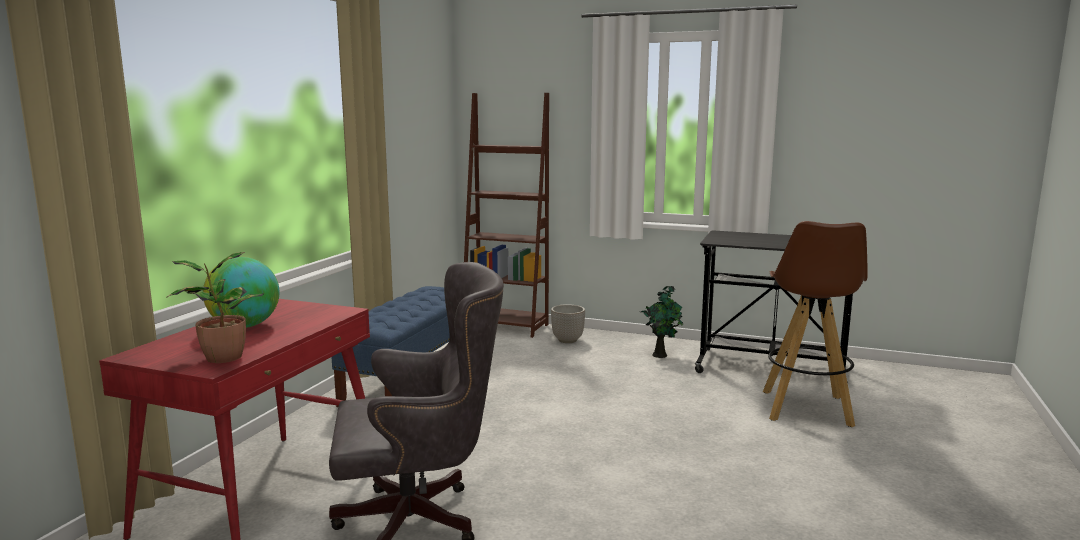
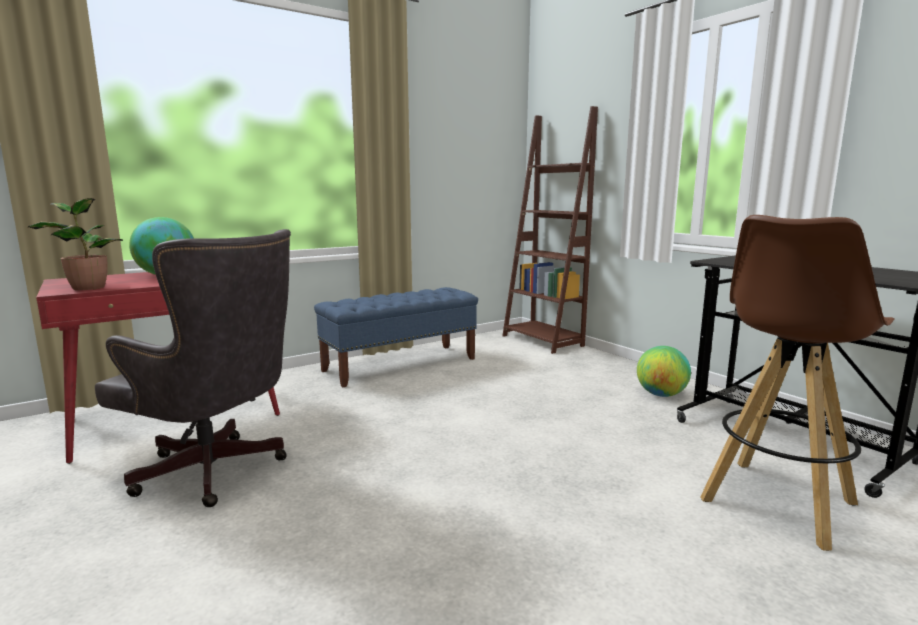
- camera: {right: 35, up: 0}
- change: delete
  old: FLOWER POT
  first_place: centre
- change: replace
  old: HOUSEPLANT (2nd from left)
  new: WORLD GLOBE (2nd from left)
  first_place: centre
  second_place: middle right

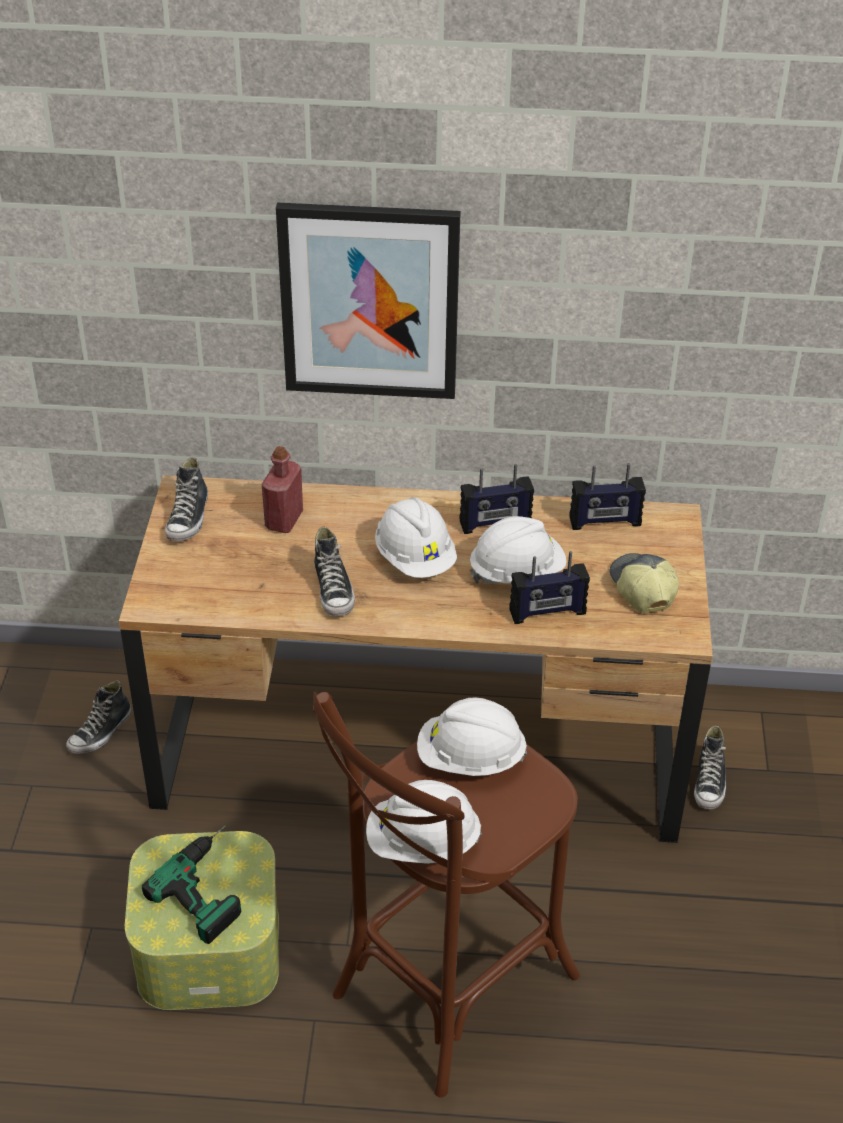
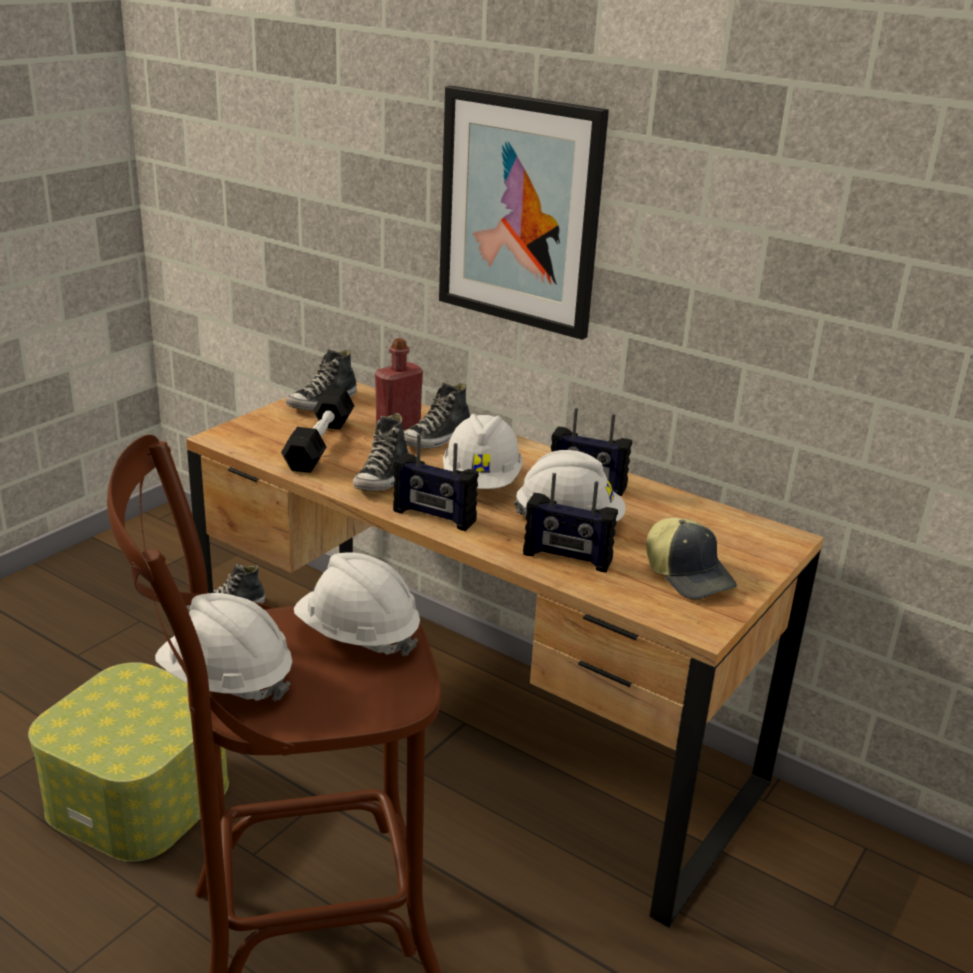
- camera: {right: 30, up: -15}
- change: delete
  old: POWER DRILL
  first_place: bottom left
- change: insert
  new: BLACKISH DUMBBELL
  second_place: middle left
- change: move
  old: RADIO RECEIVER (3rd from left in the first image)
  new: RADIO RECEIVER (1st from left)
  first_place: middle right
  second_place: centre
- change: move
  old: LOW SHOE (4th from left)
  first_place: bottom right
  second_place: centre
- change: rotate
  old: CAP
  first_place: middle right
  second_place: middle right
  degrees: 135

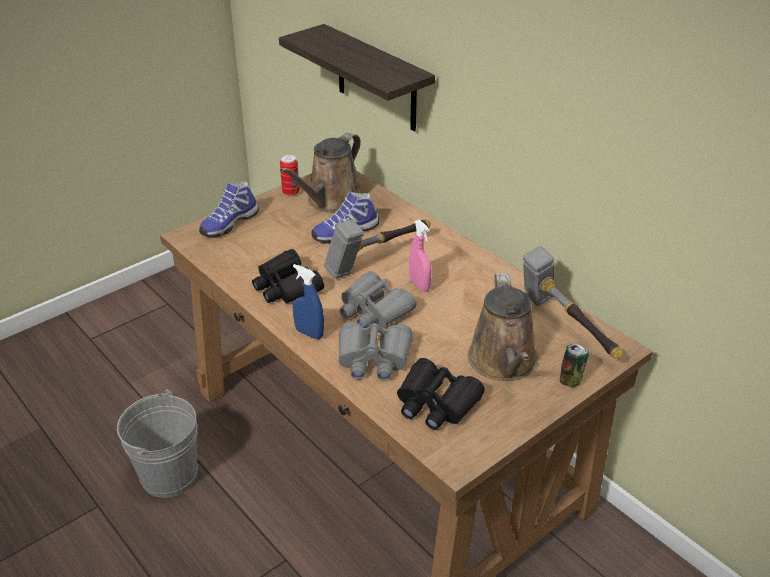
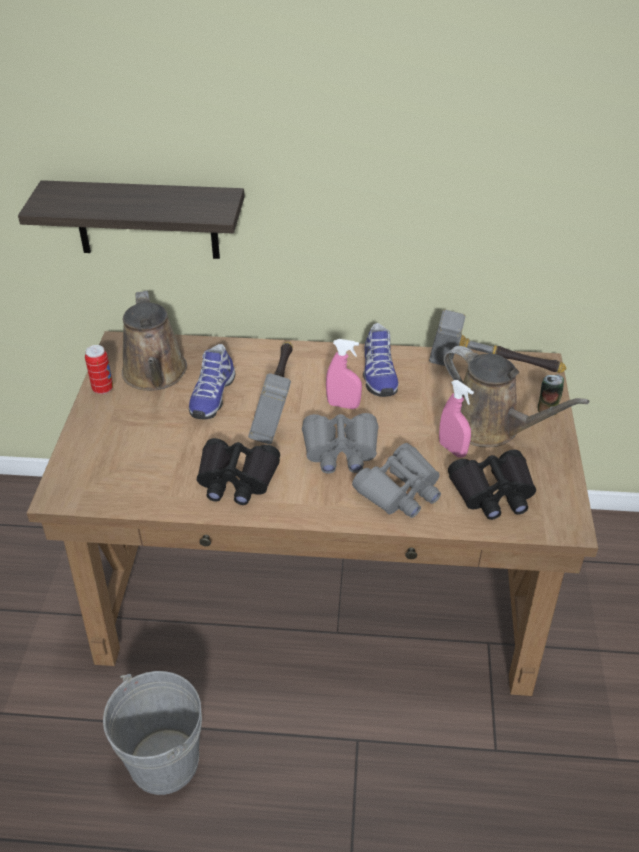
- camera: {right: -45, up: 5}
- change: delete
  old: BLUISH SPRAY BOTTLE
  first_place: centre
- change: insert
  new: PINKISH SPRAY BOTTLE (2nd from left)
  second_place: middle right
- change: move
  old: LOW SHOE (1st from left in the first image)
  new: LOW SHOE (2nd from left)
  first_place: middle left
  second_place: centre

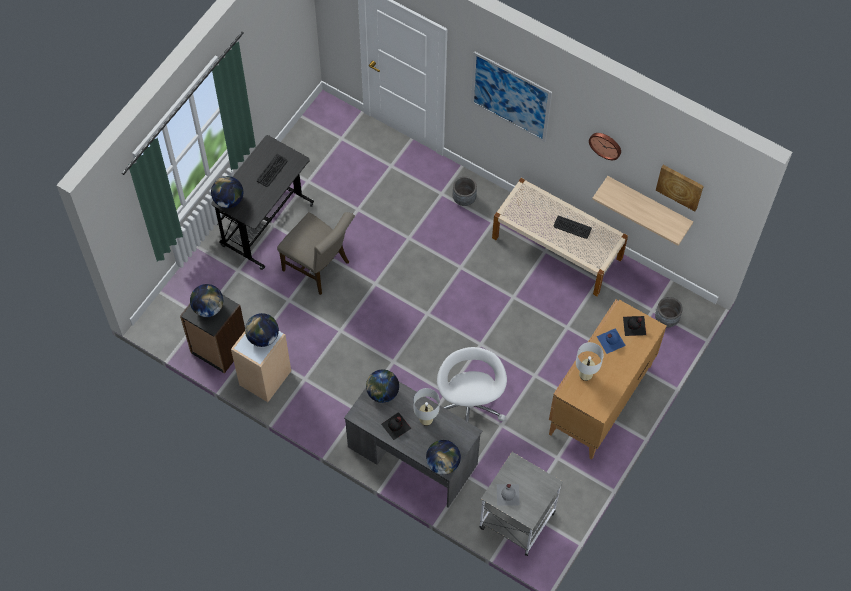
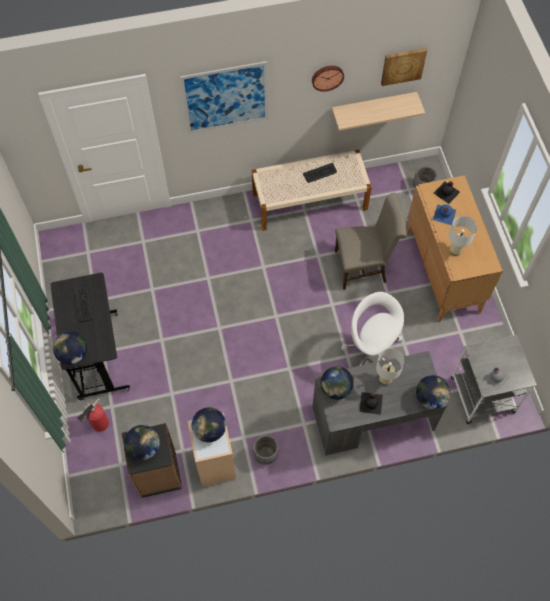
- camera: {right: -45, up: 0}
- change: insert
  new: FIRE EXTINGUISHER
  second_place: bottom left
- change: move
  old: BEIGE PLAIN CHAIR
  first_place: centre
  second_place: middle right
- change: move
  old: GREYISH FLOWER POT (1st from left)
  first_place: top centre
  second_place: bottom centre

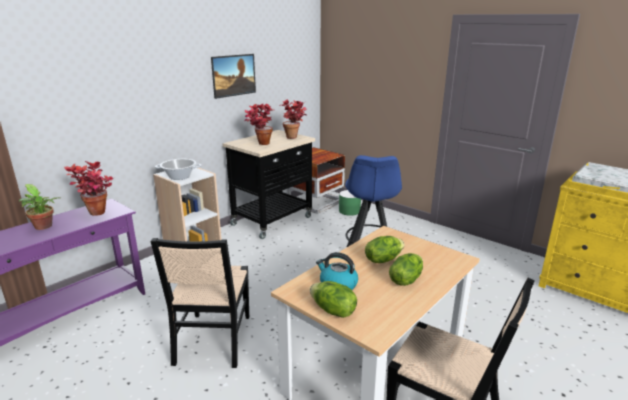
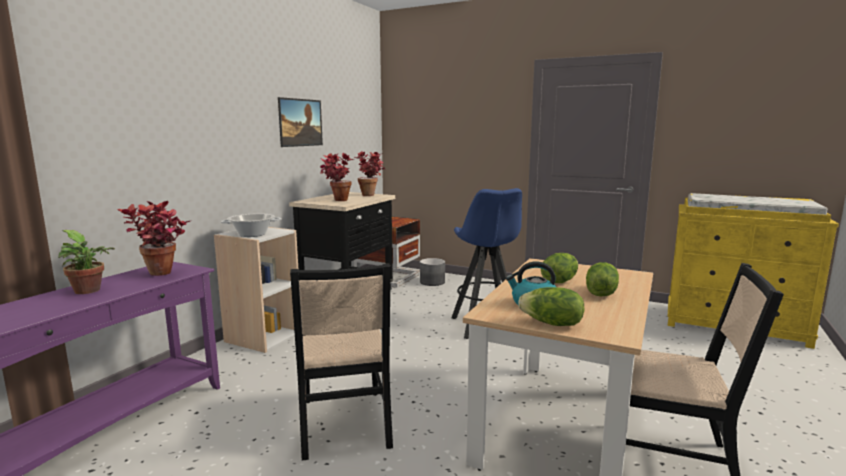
- camera: {right: -15, up: -10}
- change: recolor
  old: GREEN-COLOURED FLOWER POT
  new: GREYISH FLOWER POT
  first_place: centre
  second_place: centre

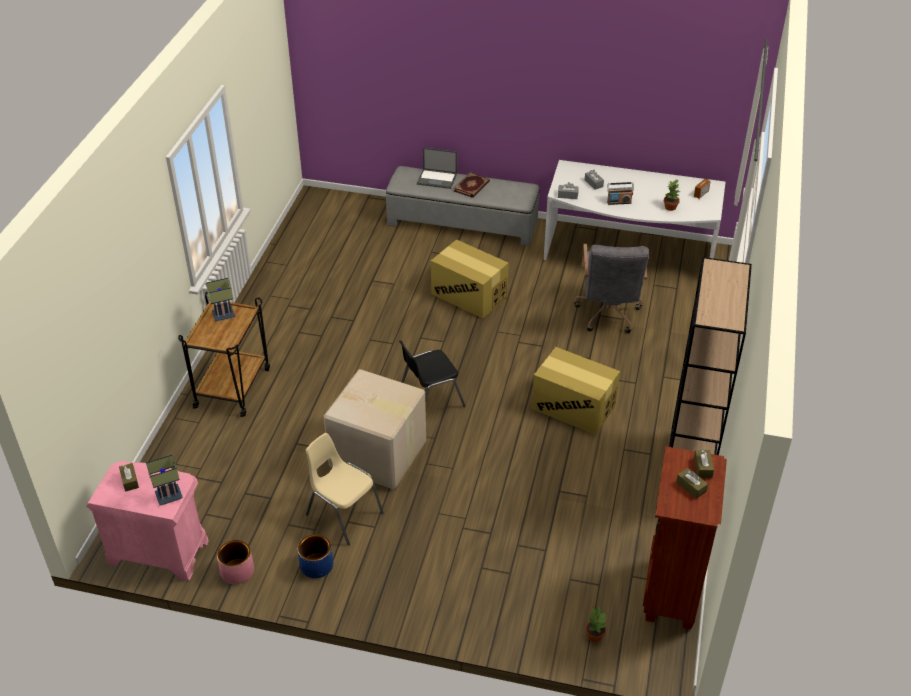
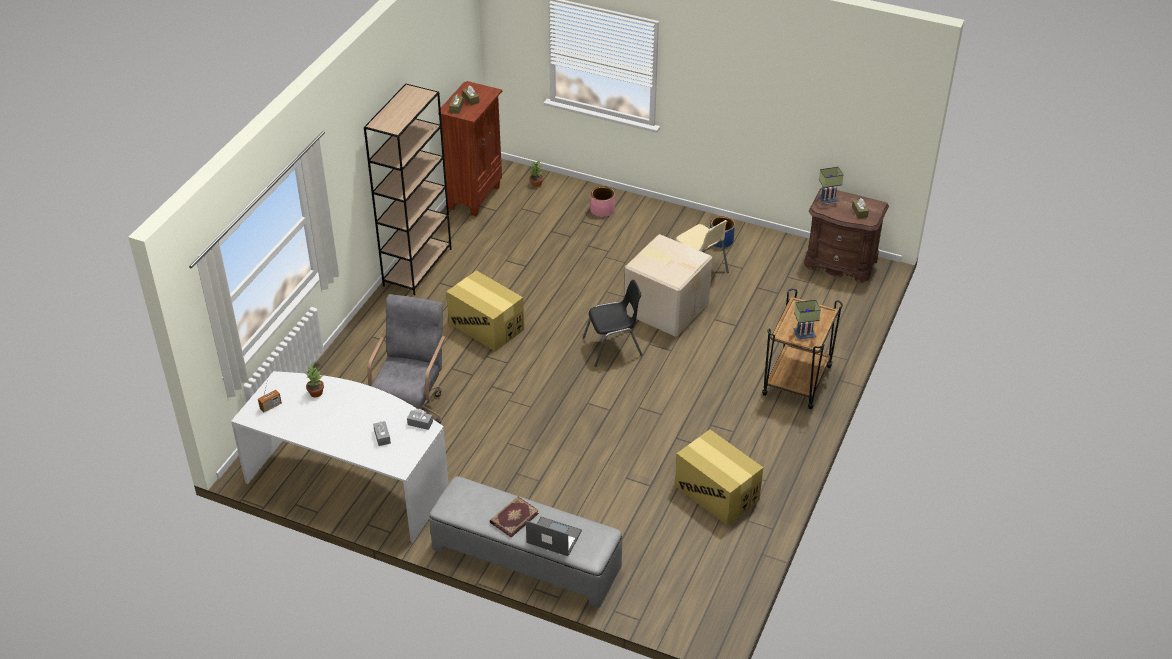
- camera: {right: -170, up: 0}
- change: delete
  old: RADIO RECEIVER (1st from left)
  first_place: top right
- change: move
  old: PINKISH FLOWER POT
  first_place: bottom left
  second_place: top centre
- change: move
  old: PACKING BOX (2nd from left in the first image)
  new: PACKING BOX (3rd from left)
  first_place: centre
  second_place: bottom centre
- change: recolor
  old: PINKISH NIGHTSTAND
  new: BROWNISH NIGHTSTAND
  first_place: bottom left
  second_place: middle right

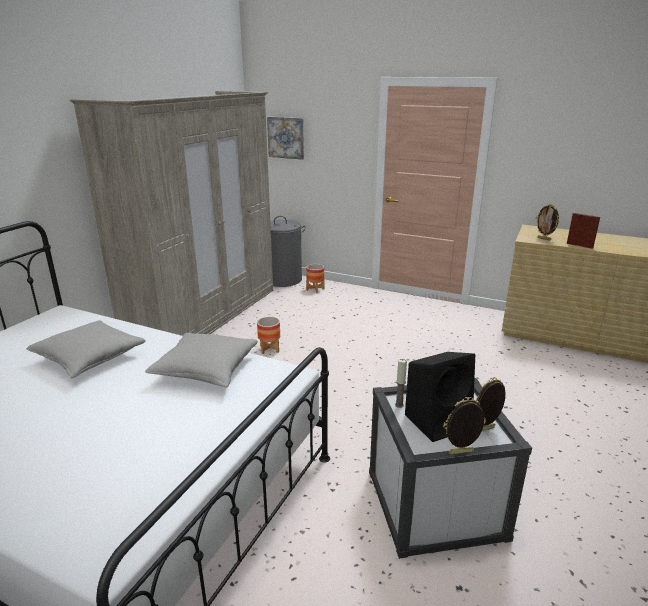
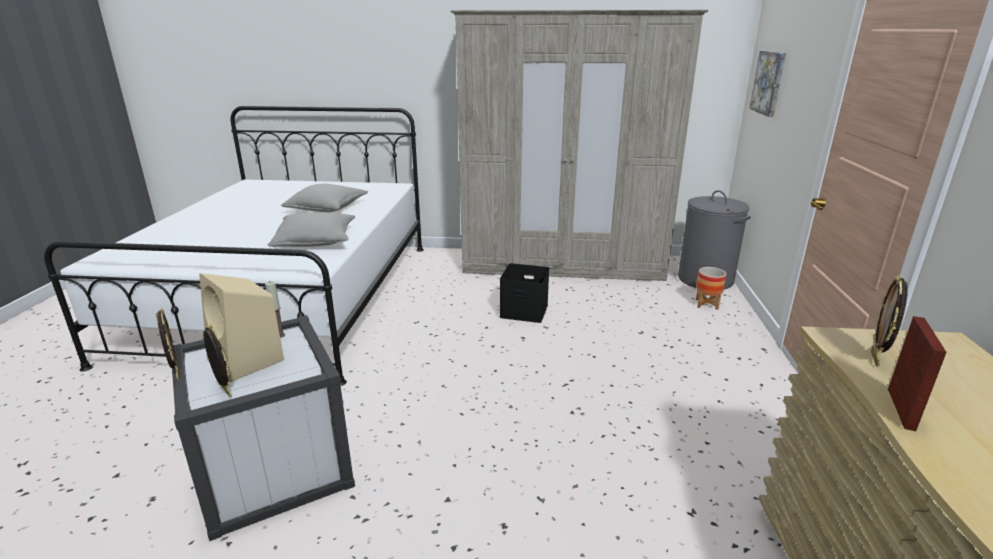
- camera: {right: 70, up: 0}
- change: replace
  old: FLOWER POT (1st from left)
  new: BLACKISH STORAGE BOX
  first_place: centre
  second_place: centre
- change: recolor
  old: BLACKISH LOUDSPEAKER
  new: BEIGE LOUDSPEAKER
  first_place: middle right
  second_place: middle left

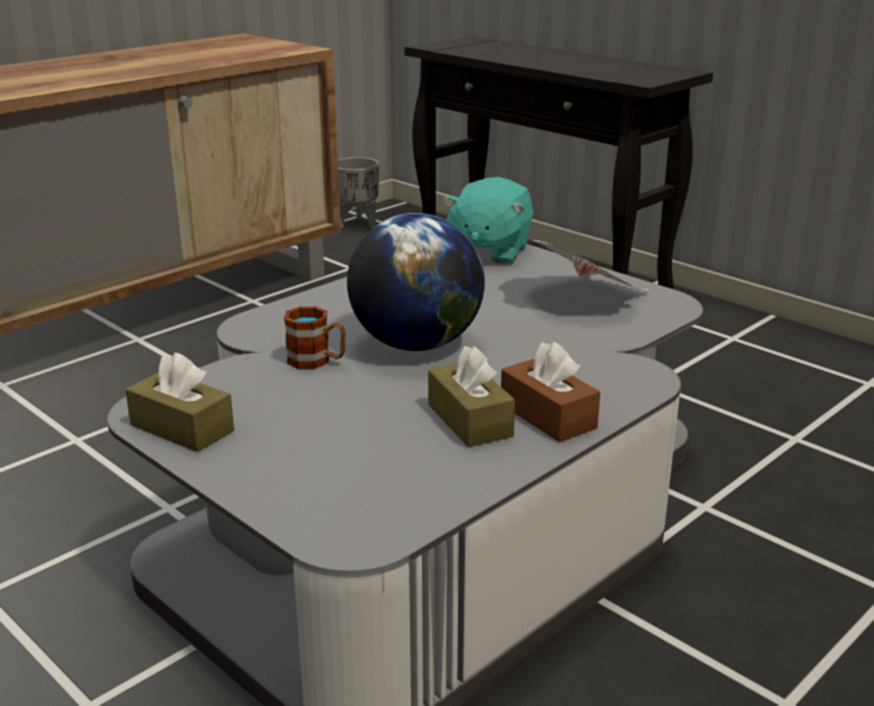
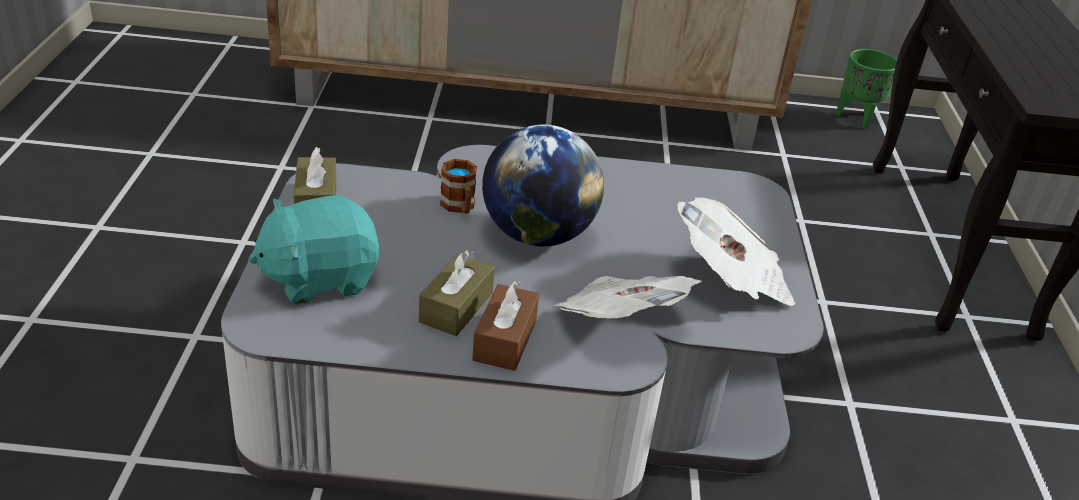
- camera: {right: 45, up: 10}
- change: insert
  new: PRINTED PAPER (1st from left)
  second_place: centre
- change: move
  old: TURQUOISE CUDDLY TOY
  first_place: top centre
  second_place: middle left
- change: recolor
  old: GREYISH FLOWER POT
  new: GREEN-COLOURED FLOWER POT
  first_place: top centre
  second_place: top right

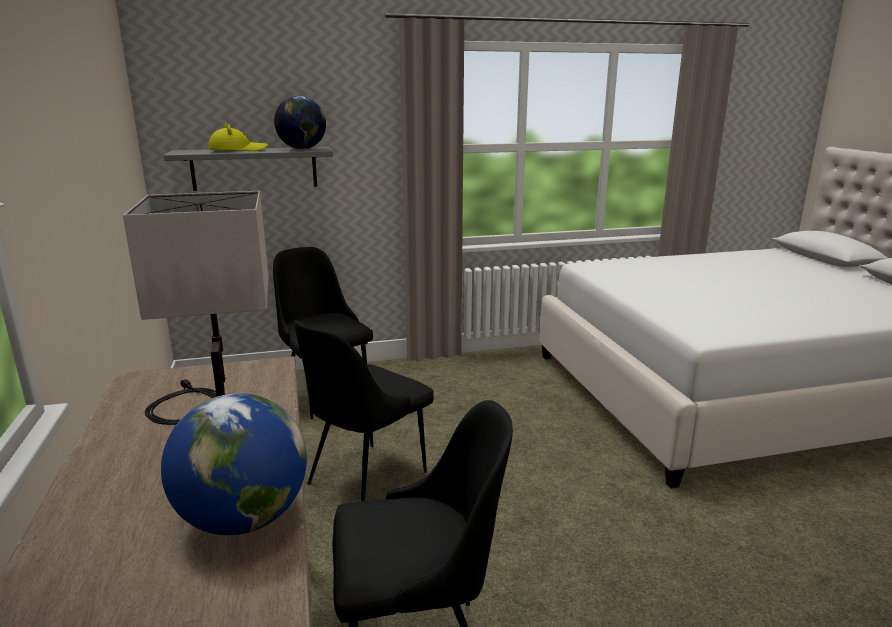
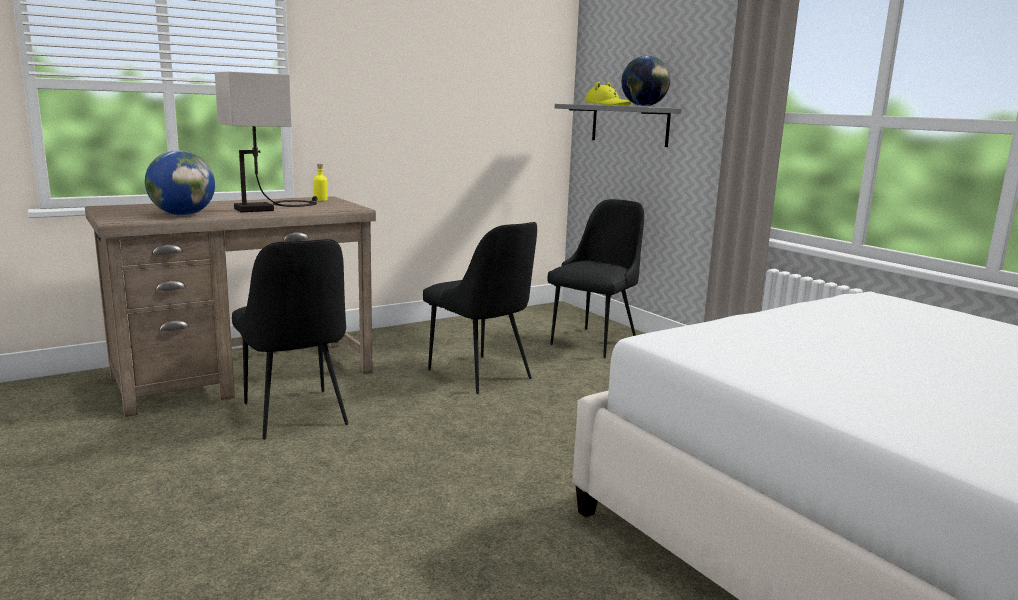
- camera: {right: 70, up: -5}
- change: insert
  new: YELLOW BEVERAGE BOTTLE
  second_place: top left
- change: rotate
  old: BLACKISH PLAIN CHAIR (2nd from left)
  first_place: centre
  second_place: centre
  degrees: -150

